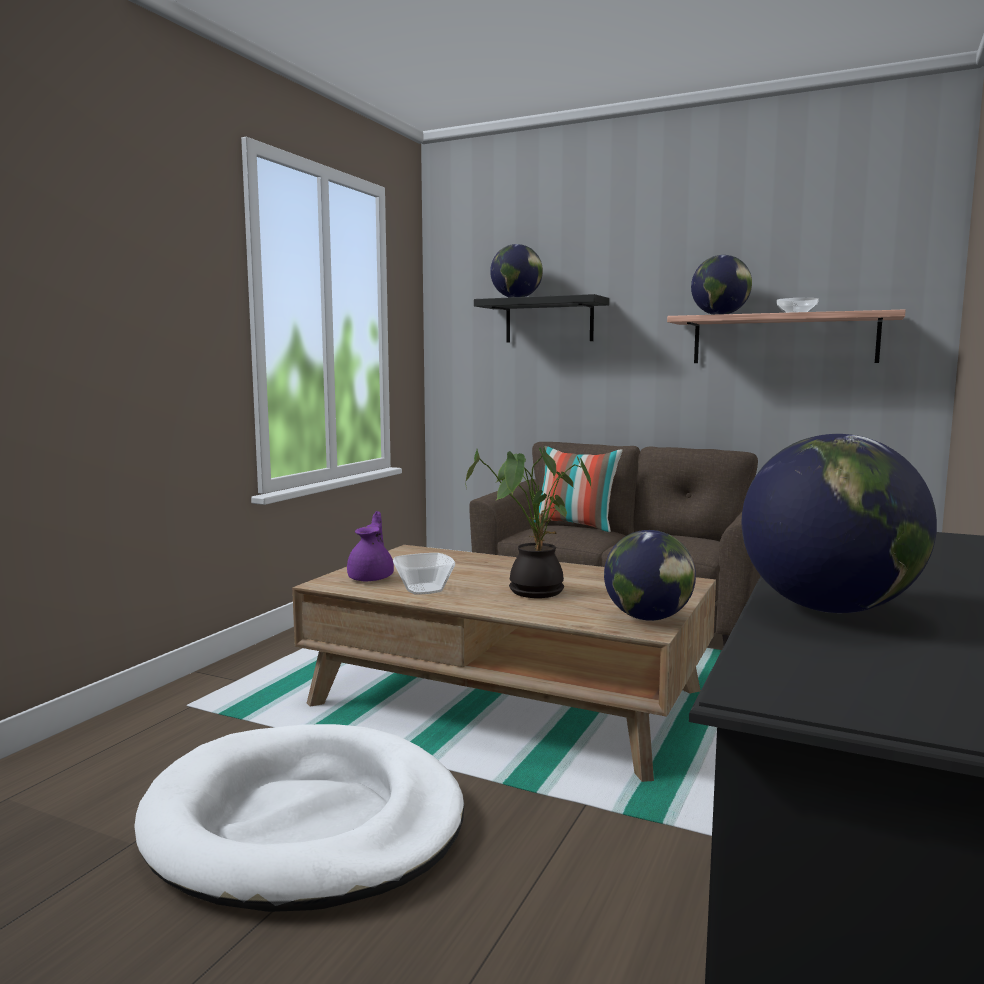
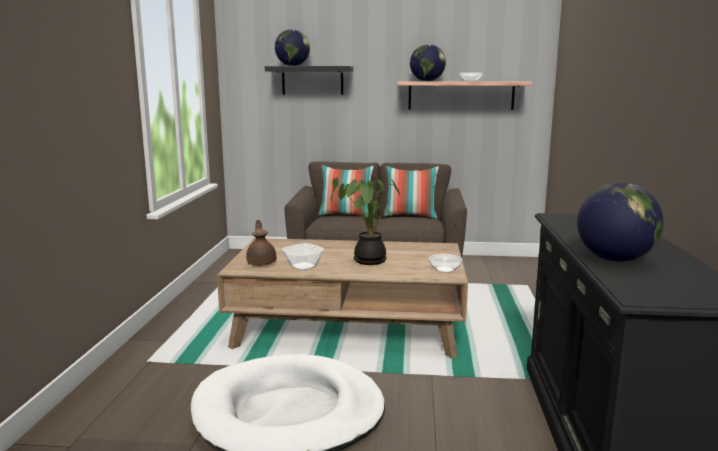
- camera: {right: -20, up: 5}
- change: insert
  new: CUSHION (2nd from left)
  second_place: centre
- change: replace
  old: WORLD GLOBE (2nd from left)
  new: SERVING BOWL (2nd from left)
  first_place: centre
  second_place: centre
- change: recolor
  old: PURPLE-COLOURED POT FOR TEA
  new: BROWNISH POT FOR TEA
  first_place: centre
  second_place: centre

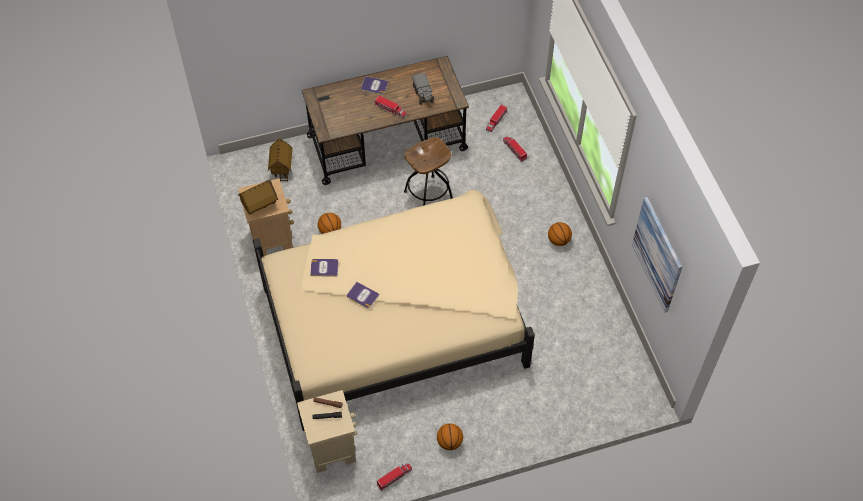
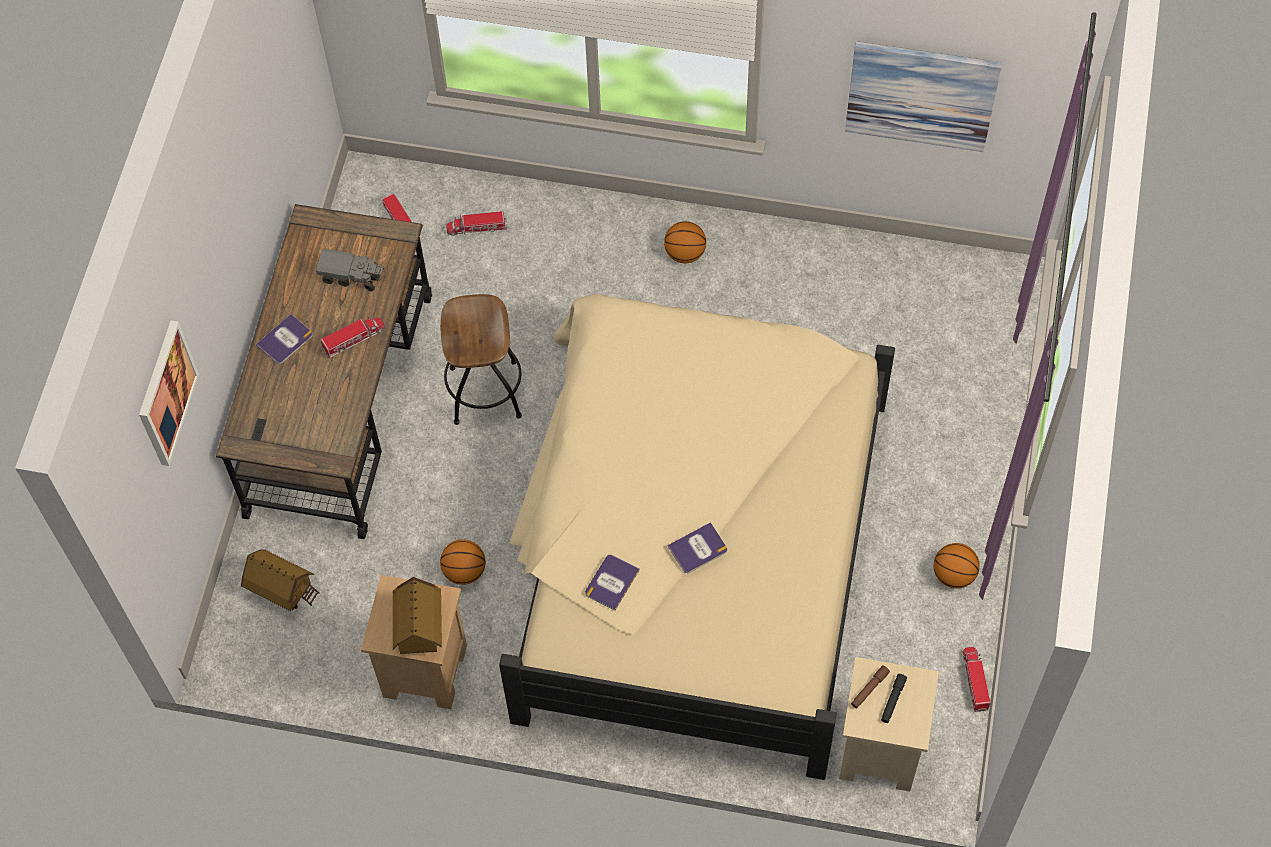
- camera: {right: -60, up: 5}
- change: insert
  new: PICTURE (1st from left)
  second_place: middle left

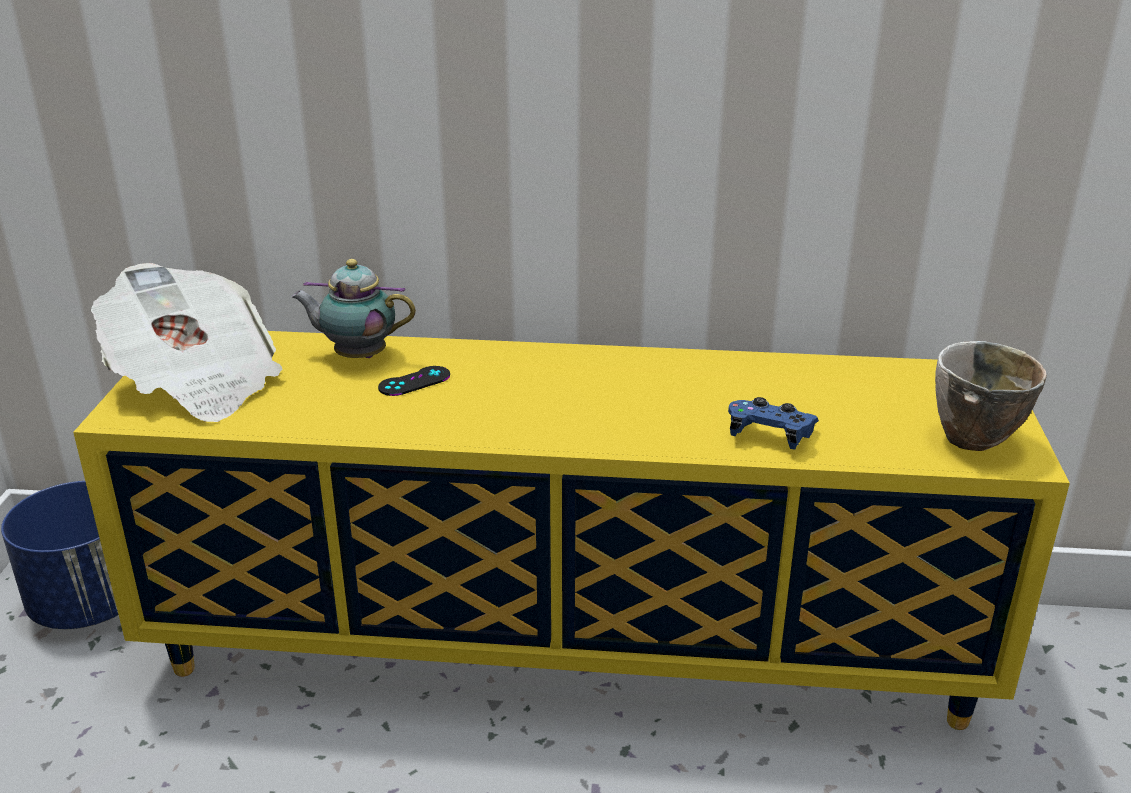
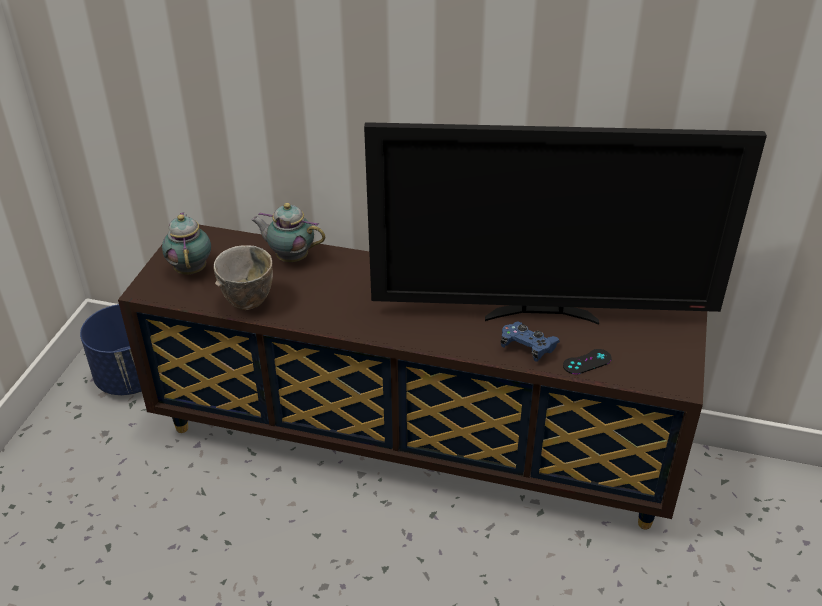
- camera: {right: 10, up: 10}
- change: insert
  new: TELEVISION
  second_place: middle right
- change: move
  old: BLACKISH GAME CONTROLLER
  first_place: centre
  second_place: middle right
- change: move
  old: SERVING BOWL
  first_place: middle right
  second_place: middle left
- change: replace
  old: PRINTED PAPER
  new: POT FOR TEA (1st from left)
  first_place: middle left
  second_place: middle left
- change: recolor
  old: YELLOW TV UNIT
  new: BROWNISH TV UNIT
  first_place: bottom centre
  second_place: centre

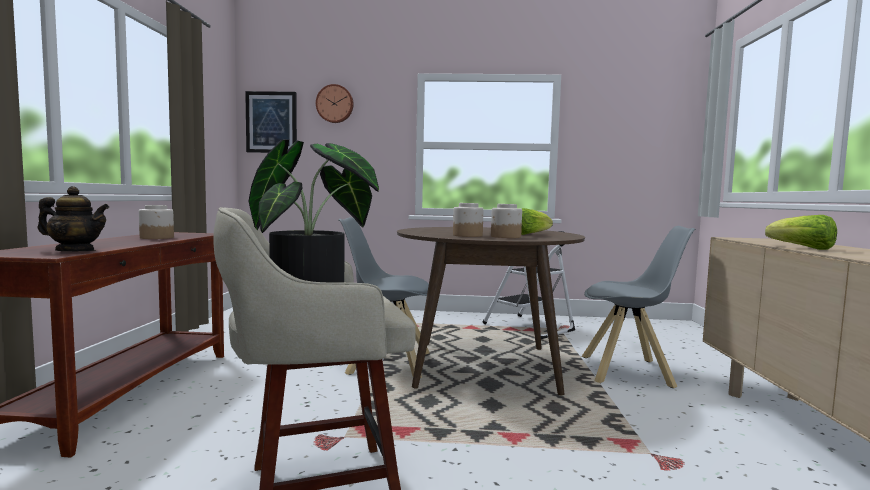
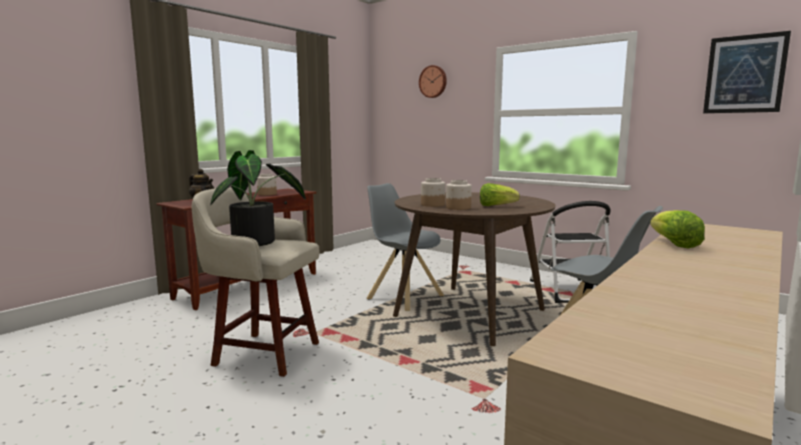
- camera: {right: 35, up: 5}
- change: move
  old: PICTURE
  first_place: top left
  second_place: top right

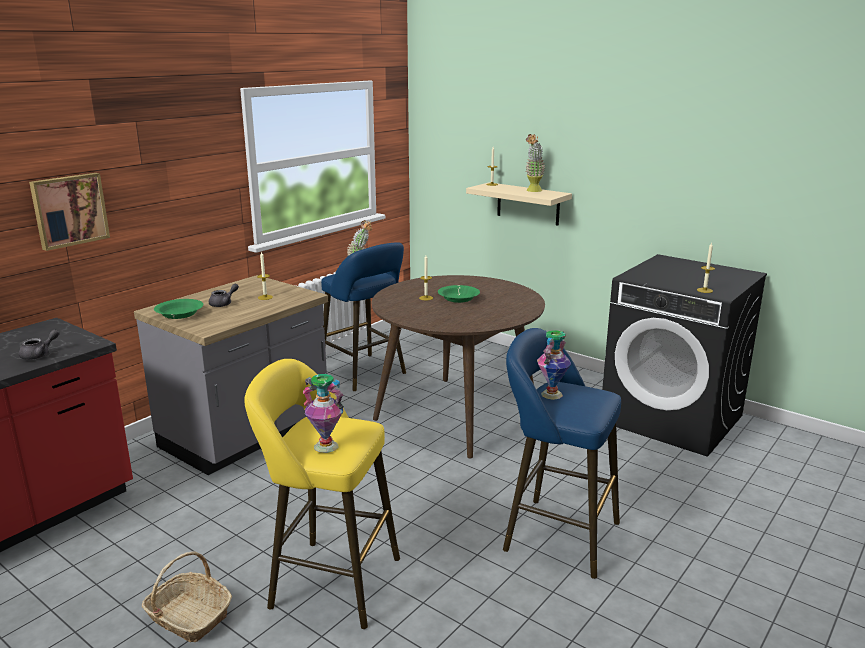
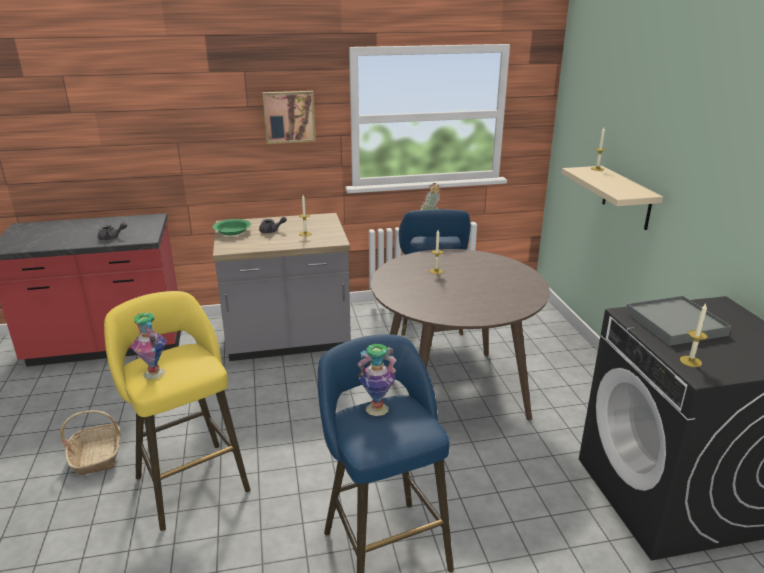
- camera: {right: 40, up: 5}
- change: delete
  old: GREEN-COLOURED SERVING BOWL (2nd from left)
  first_place: centre
- change: delete
  old: HOUSEPLANT (2nd from left)
  first_place: top centre
- change: insert
  new: GREYISH CARRYING TRAY
  second_place: middle right
- change: move
  old: PICTURE
  first_place: top left
  second_place: top centre

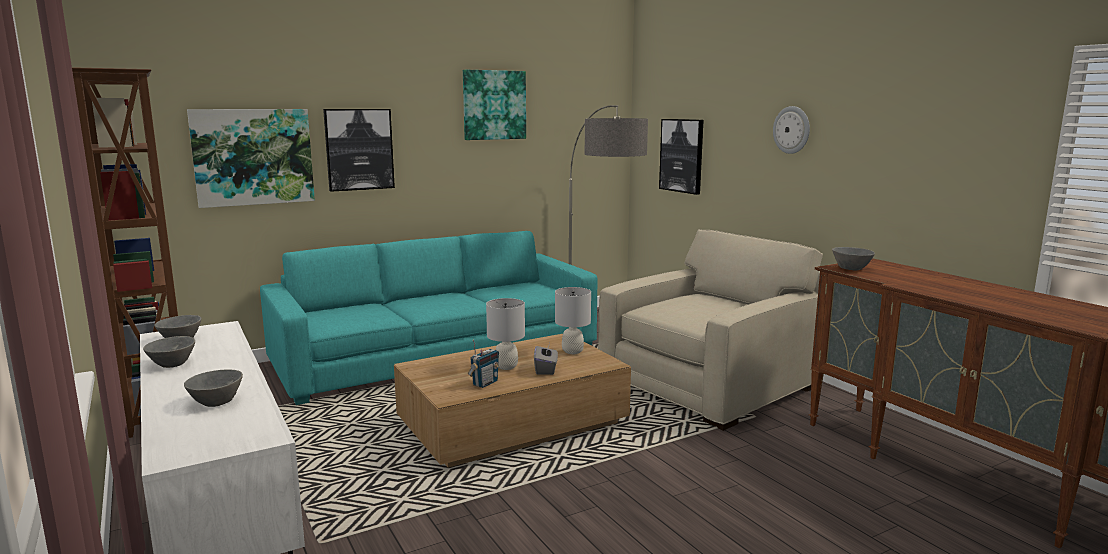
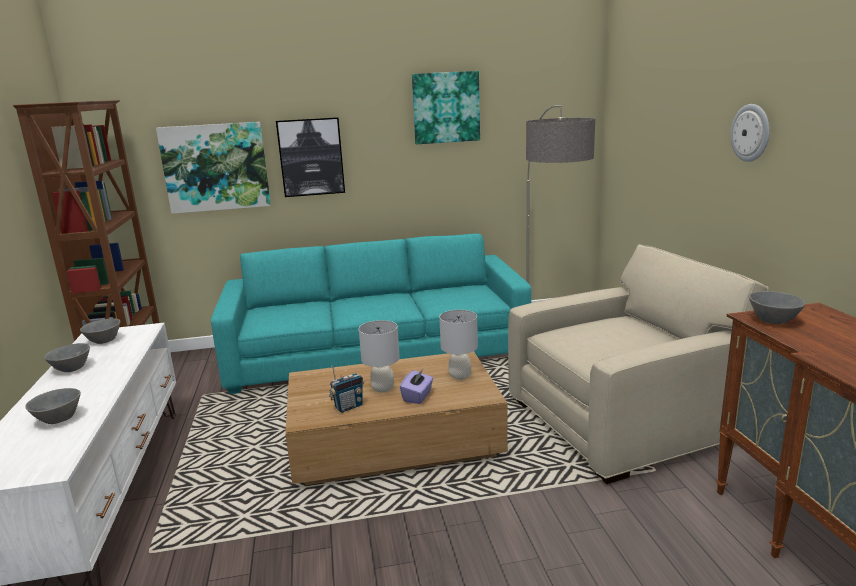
- camera: {right: 20, up: 5}
- change: delete
  old: PICTURE (4th from left)
  first_place: top centre
- change: recolor
  old: GREYISH TISSUE BOX
  new: PURPLE-COLOURED TISSUE BOX
  first_place: centre
  second_place: centre

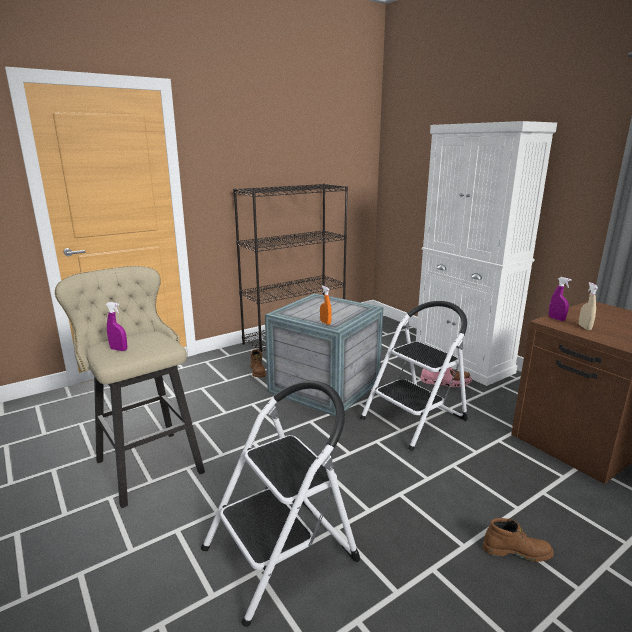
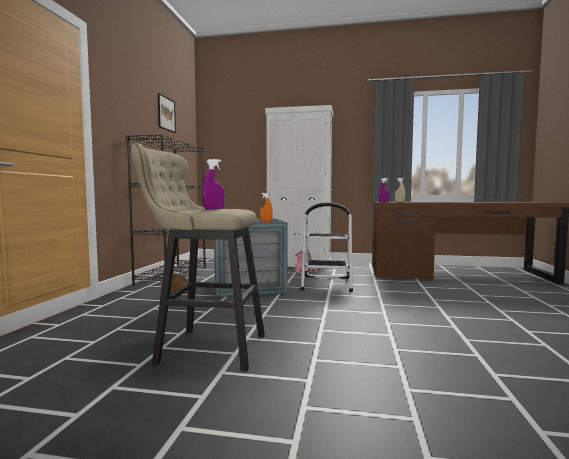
- camera: {right: -45, up: -15}
- change: delete
  old: STEP LADDER (1st from left)
  first_place: bottom centre
- change: delete
  old: BROWNISH HIGH-TOP BOOT (2nd from left)
  first_place: bottom right
- change: insert
  new: PICTURE
  second_place: top left

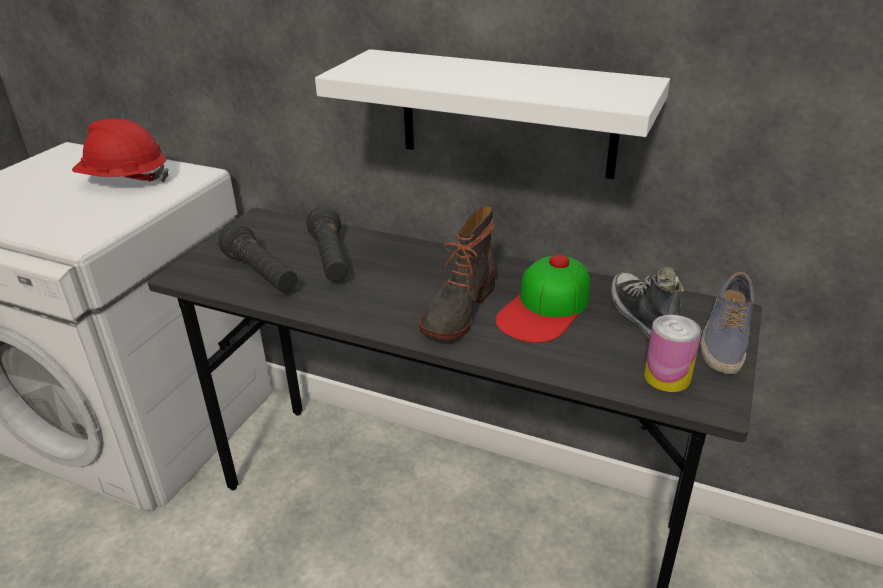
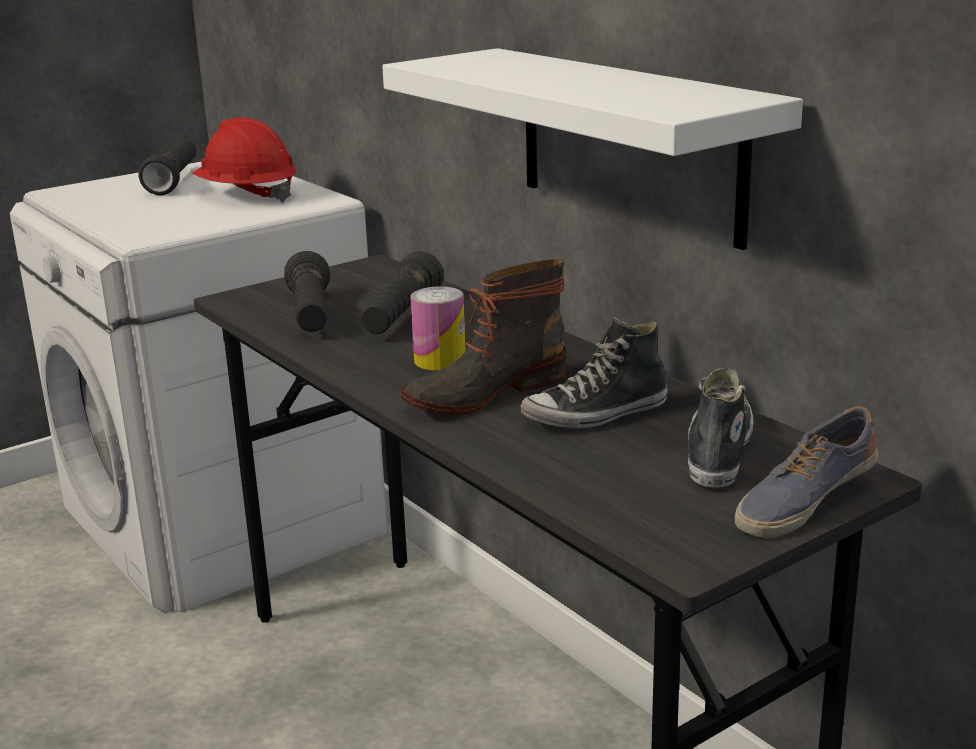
- camera: {right: 30, up: -10}
- change: insert
  new: BLACKISH HAND TORCH (1st from left)
  second_place: top left
- change: move
  old: METAL CAN
  first_place: middle right
  second_place: centre
- change: replace
  old: CAP
  new: LOW SHOE (1st from left)
  first_place: centre
  second_place: centre

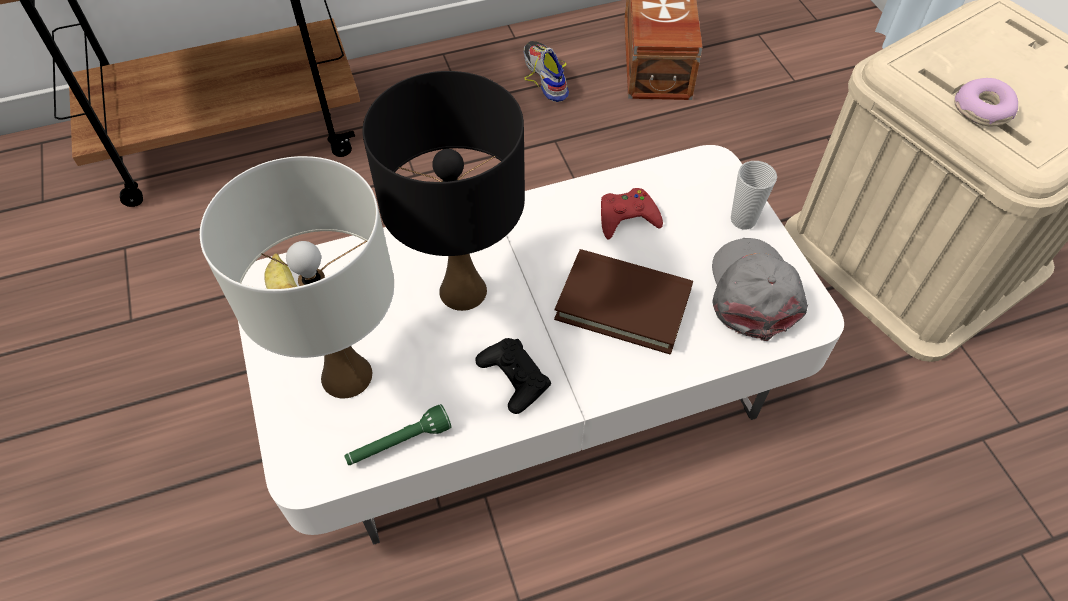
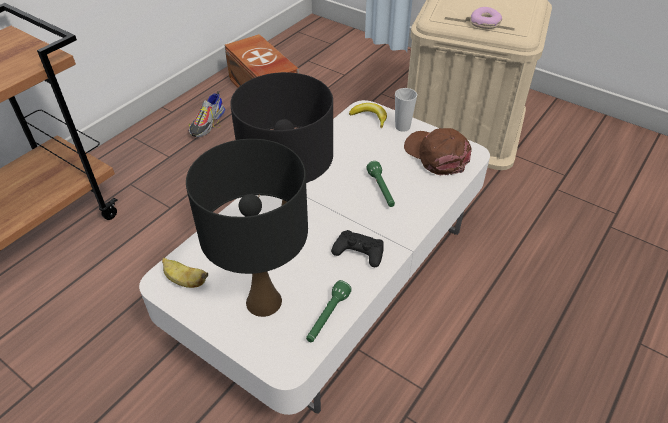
- camera: {right: -35, up: -10}
- change: delete
  old: RED-COLOURED GAME CONTROLLER
  first_place: centre
- change: insert
  new: BANANA FRUIT (2nd from left)
  second_place: top centre
- change: replace
  old: BROWNISH BOUND BOOK
  new: GREEN-COLOURED HAND TORCH (2nd from left)
  first_place: centre
  second_place: centre
- change: recolor
  old: WHITE-COLOURED LAMP FOR A TABLE
  new: BLACKISH LAMP FOR A TABLE (1st from left)
  first_place: middle left
  second_place: centre
- change: recolor
  old: GREYISH CAP
  new: BROWNISH CAP
  first_place: middle right
  second_place: centre
- change: rotate
  old: LOW SHOE
  first_place: top centre
  second_place: top left
  degrees: -105

